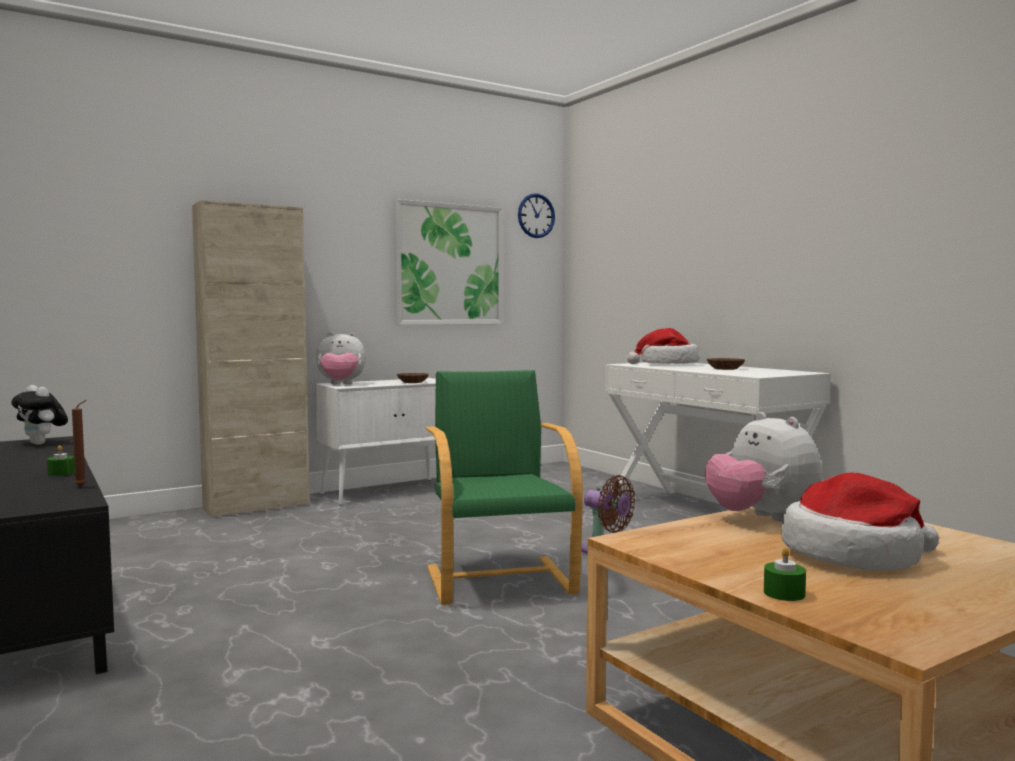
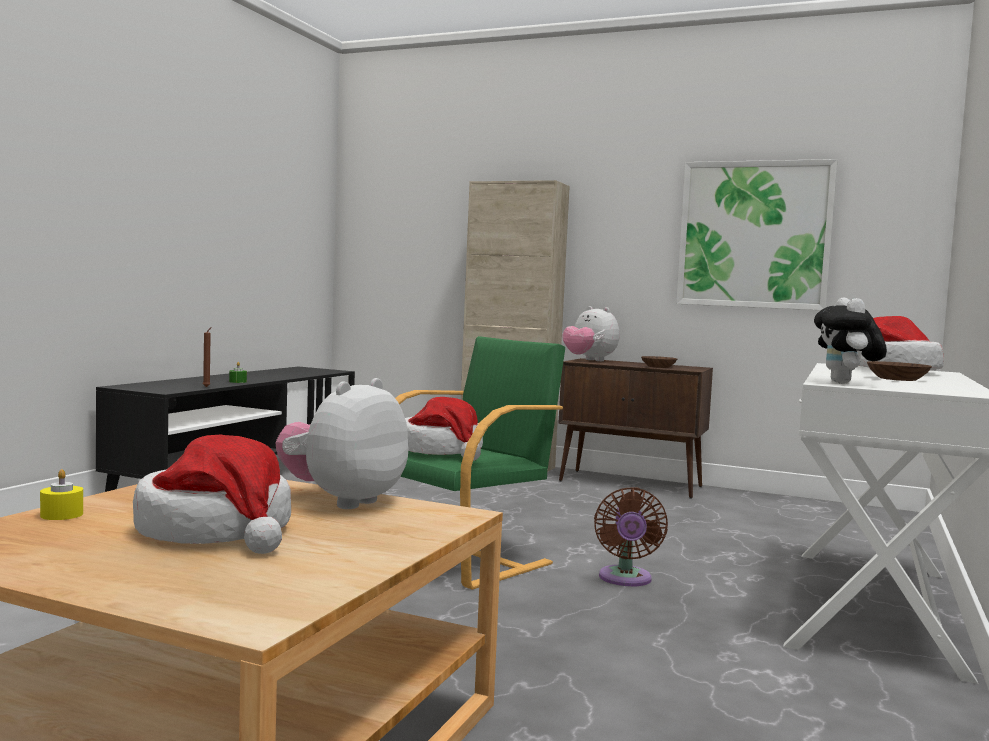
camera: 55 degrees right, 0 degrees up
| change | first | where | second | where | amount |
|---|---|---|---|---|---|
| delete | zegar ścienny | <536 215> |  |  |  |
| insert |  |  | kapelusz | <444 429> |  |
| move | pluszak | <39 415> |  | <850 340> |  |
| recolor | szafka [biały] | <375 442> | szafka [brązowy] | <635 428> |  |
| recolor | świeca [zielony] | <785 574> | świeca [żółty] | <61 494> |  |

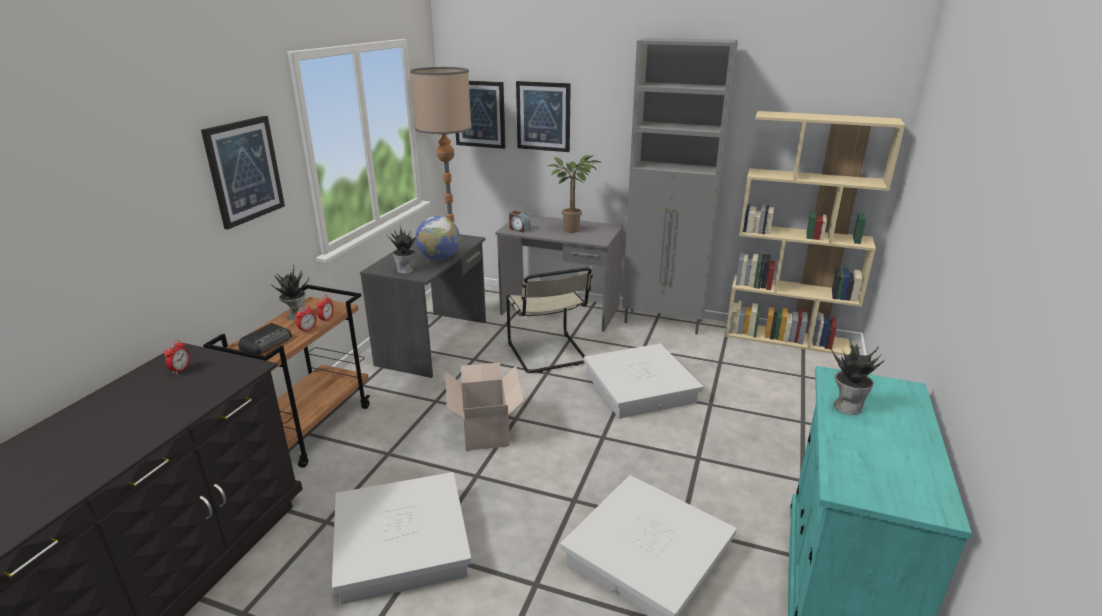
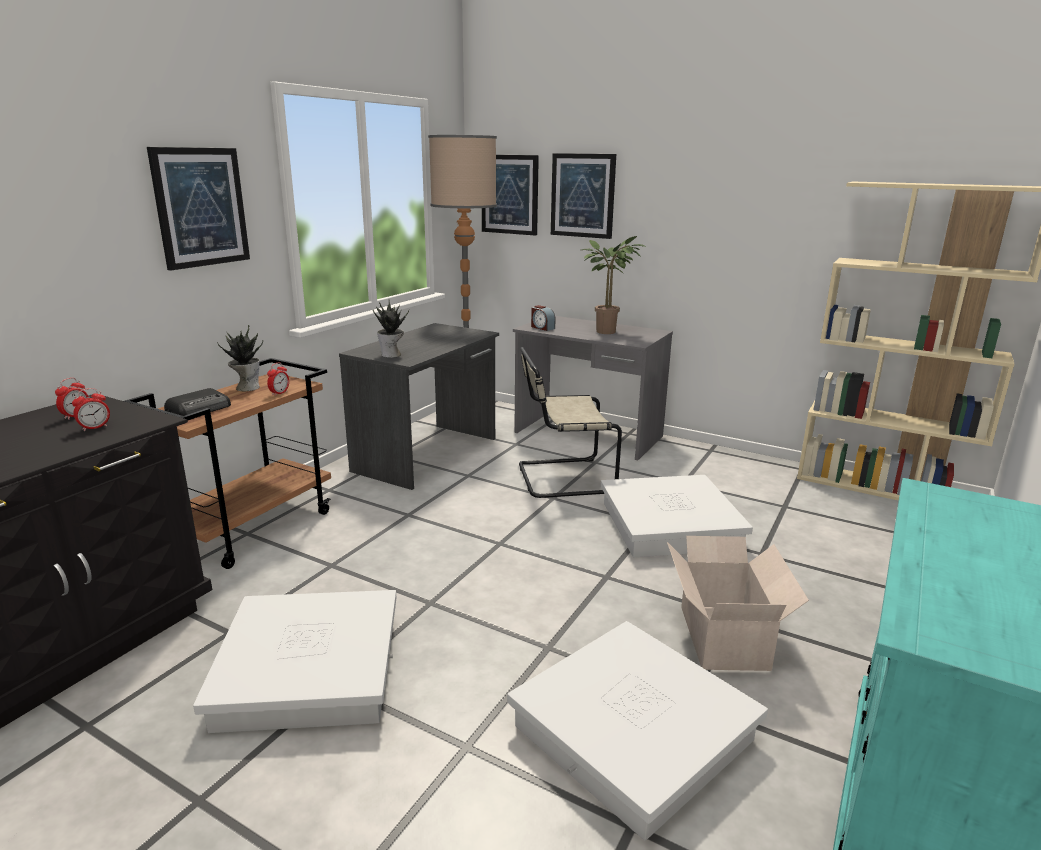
camera: 10 degrees right, 5 degrees down
| change | first | where | second | where | amount |
|---|---|---|---|---|---|
| delete | globus | <438 238> |  |  |  |
| delete | szafka [szary] | <680 186> |  |  |  |
| delete | roślina doniczkowa | <857 377> |  |  |  |
| move | budzik | <305 319> |  | <91 409> |  |
| move | karton | <485 406> |  | <738 603> |  |
| rotate | krzesło [beżowy] | <549 320> |  | <570 422> | 90 degrees clockwise |

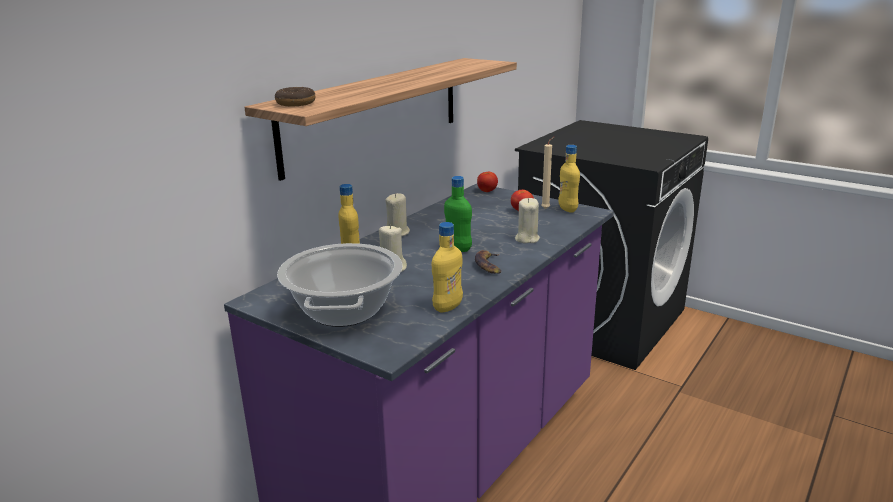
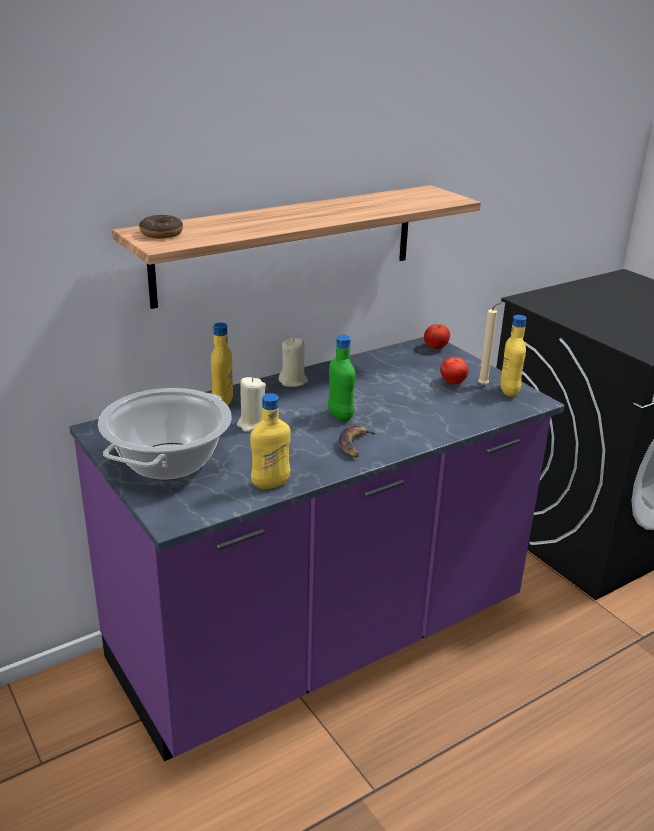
camera: 20 degrees right, 5 degrees up
| change | first | where | second | where | amount |
|---|---|---|---|---|---|
| delete | świeca [beżowy] | <527 220> |  |  |  |

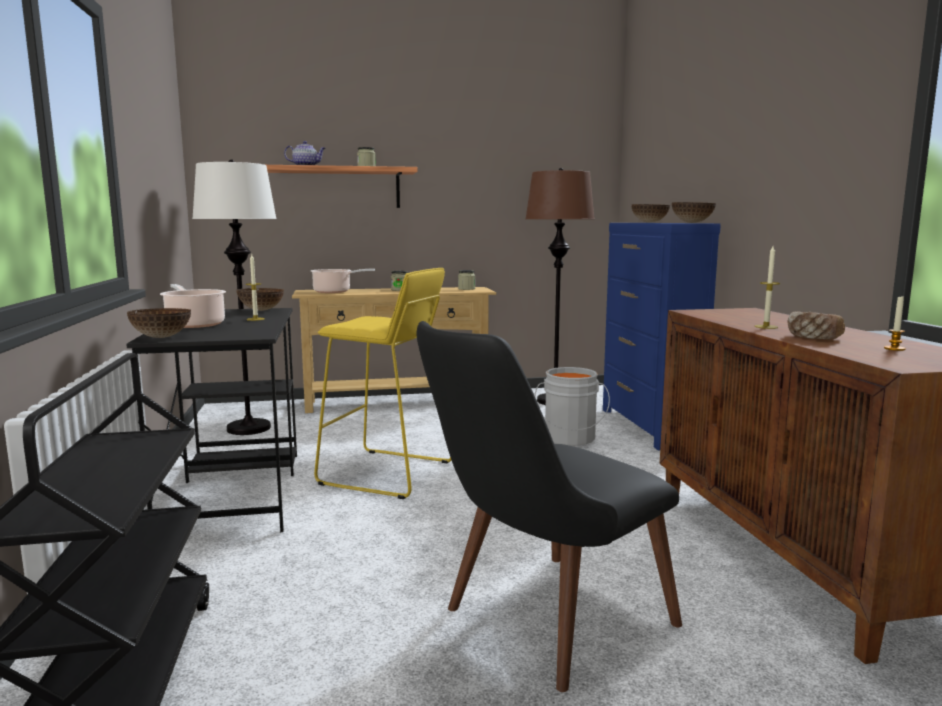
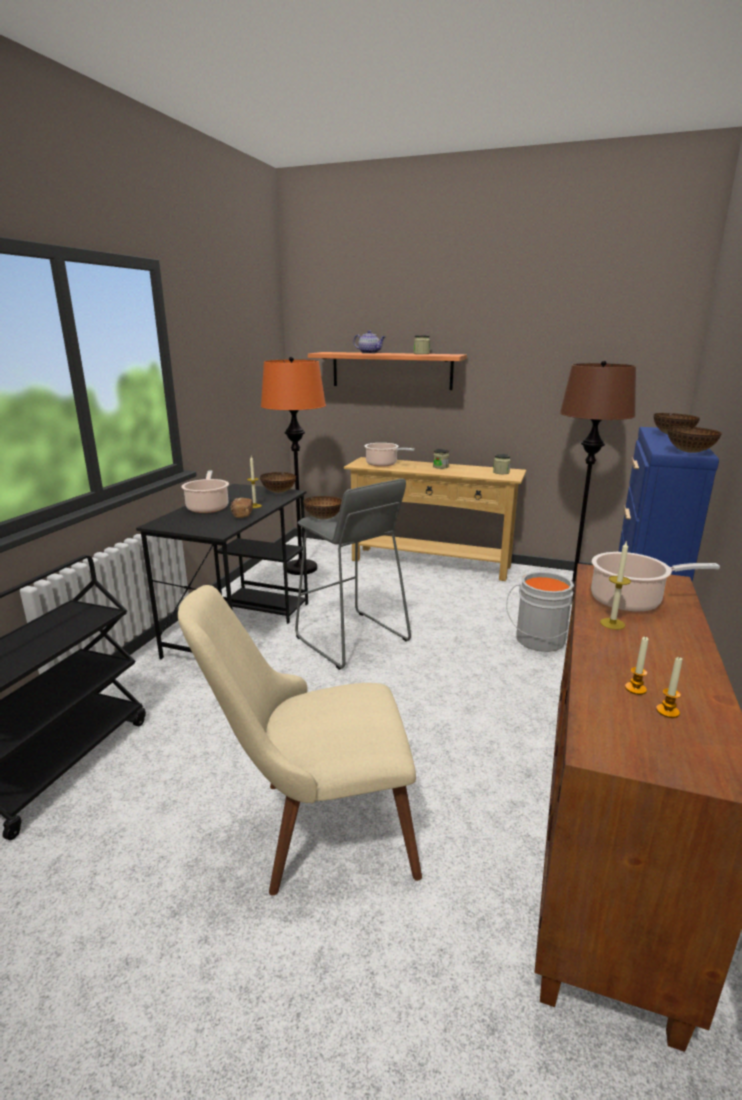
camera: 30 degrees right, 10 degrees up
| change | first | where | second | where | amount |
|---|---|---|---|---|---|
| insert |  |  | garnek | <655 582> |  |
| insert |  |  | świeca | <636 666> |  |
| move | miska | <159 323> |  | <322 507> |  |
| move | chleb | <816 325> |  | <241 508> |  |
| recolor | lampa stojąca [biały] | <234 297> | lampa stojąca [pomarańczowy] | <293 466> |  |
| recolor | stołek [żółty] | <382 383> | stołek [szary] | <353 574> |  |
| recolor | krzesło [czarny] | <549 506> | krzesło [beżowy] | <300 740> |  |

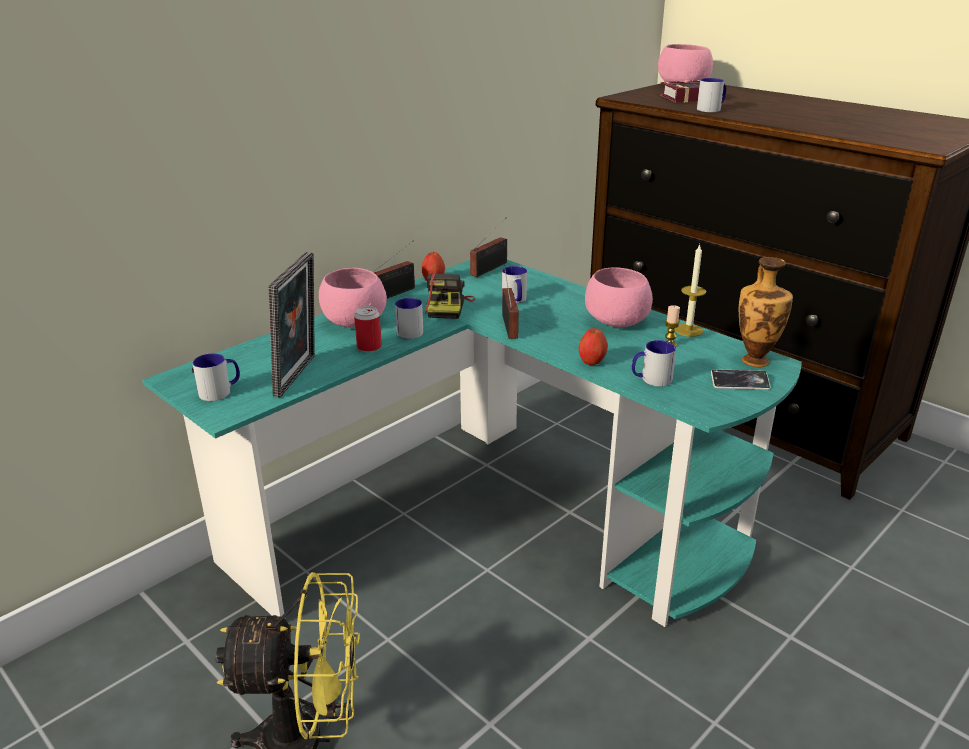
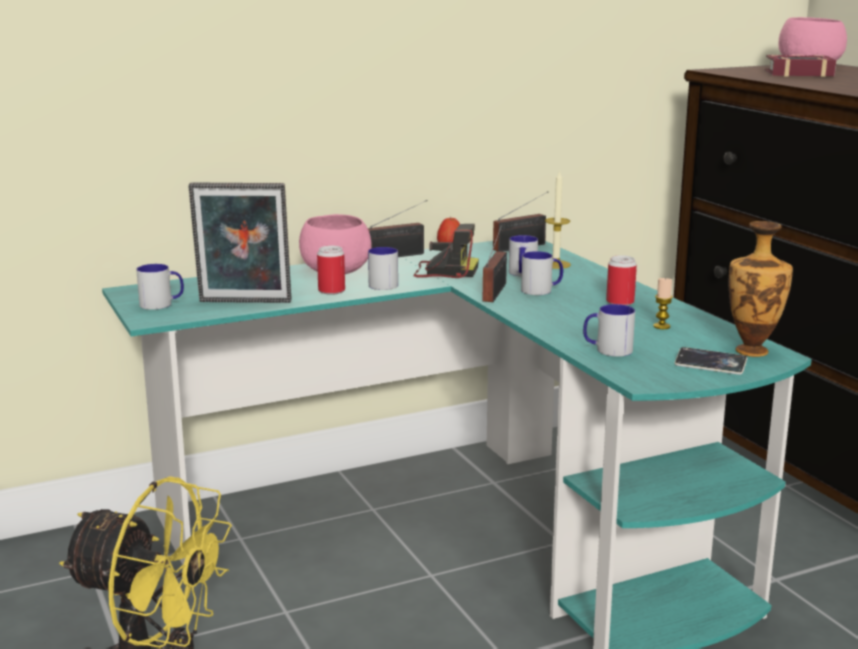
camera: 20 degrees right, 10 degrees down
| change | first | where | second | where | amount |
|---|---|---|---|---|---|
| delete | jabłko | <593 346> |  |  |  |
| move | świeca | <690 291> |  | <558 219> |  |
| move | kubek | <711 95> |  | <542 273> |  |
| replace | miska [różowy] | <619 297> | puszka | <621 280> |  |
| rotate | ramka na zdjęcie | <292 325> |  | <239 243> | 60 degrees clockwise |
| rotate | aparat fotograficzny | <450 296> |  | <446 251> | 105 degrees counterclockwise |

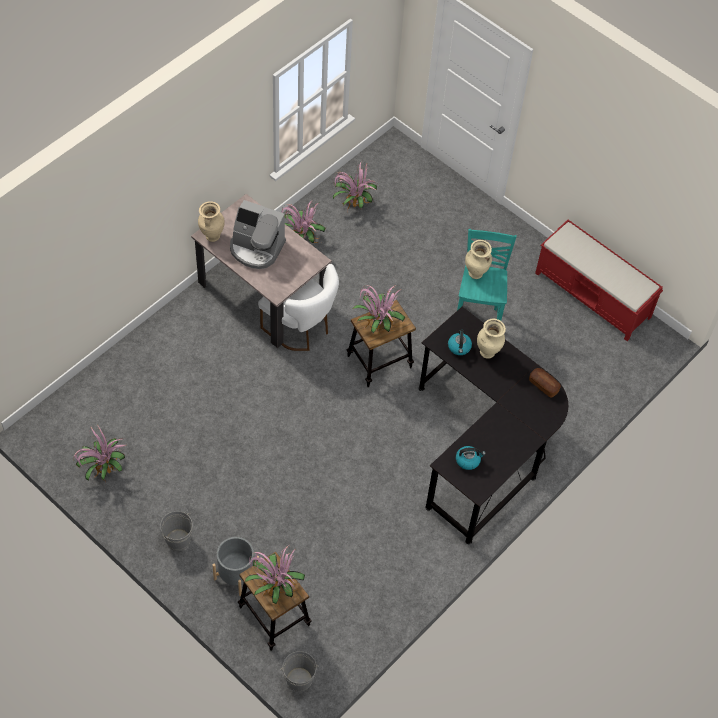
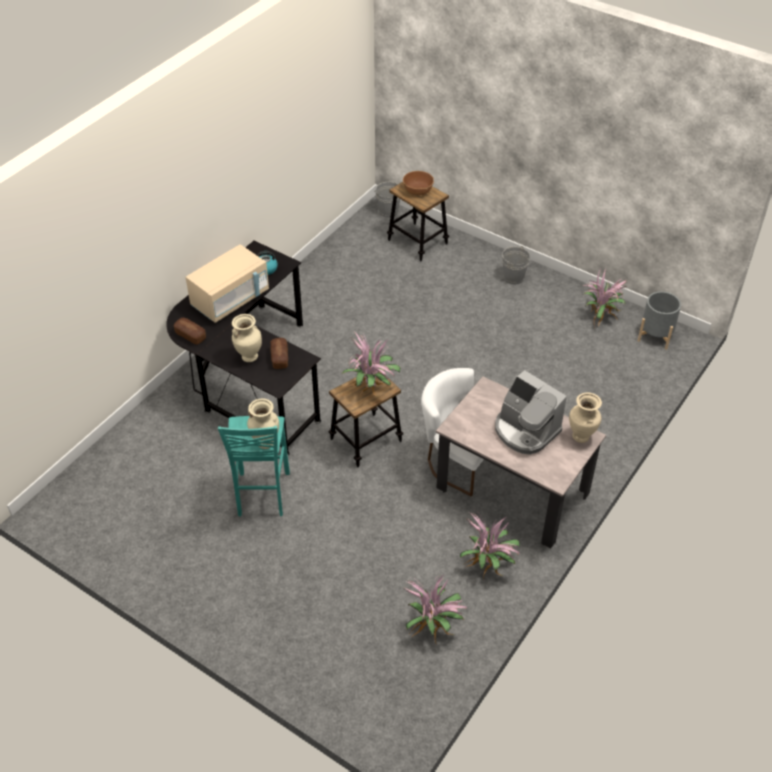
camera: 175 degrees right, 10 degrees down
| change | first | where | second | where | amount |
|---|---|---|---|---|---|
| delete | ławka [czerwony] | <599 280> |  |  |  |
| insert |  |  | mikrofalówka [beżowy] | <227 283> |  |
| move | donica [szary] | <235 566> |  | <659 320> |  |
| replace | roślina doniczkowa | <275 574> | miska [brązowy] | <418 183> |  |
| replace | czajnik | <460 342> | chleb | <279 353> |  |
| rotate | ekspres do kawy | <258 234> |  | <531 412> | 150 degrees counterclockwise |

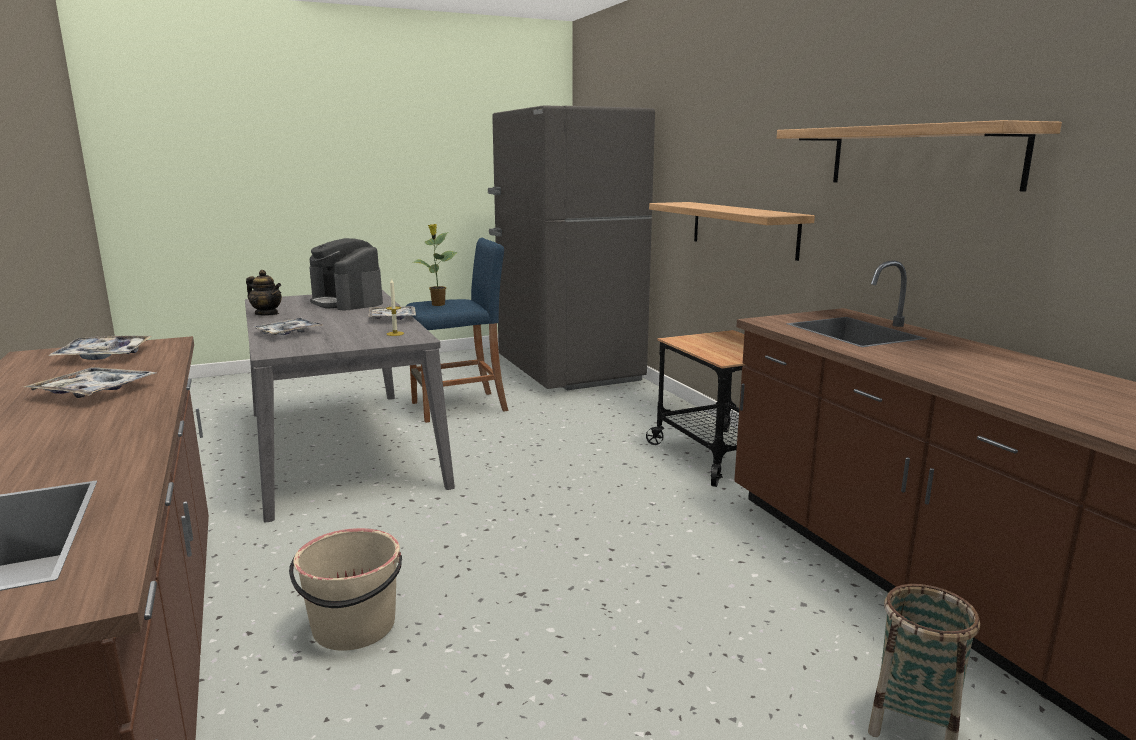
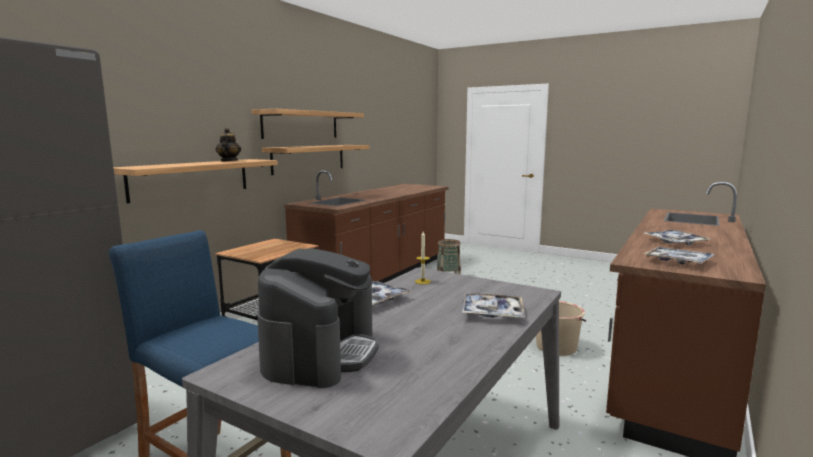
camera: 125 degrees left, 5 degrees down
| change | first | where | second | where | amount |
|---|---|---|---|---|---|
| delete | roślina doniczkowa | <435 265> |  |  |  |
| insert |  |  | półka | <316 160> |  |
| move | imbryk | <264 292> |  | <228 145> |  |

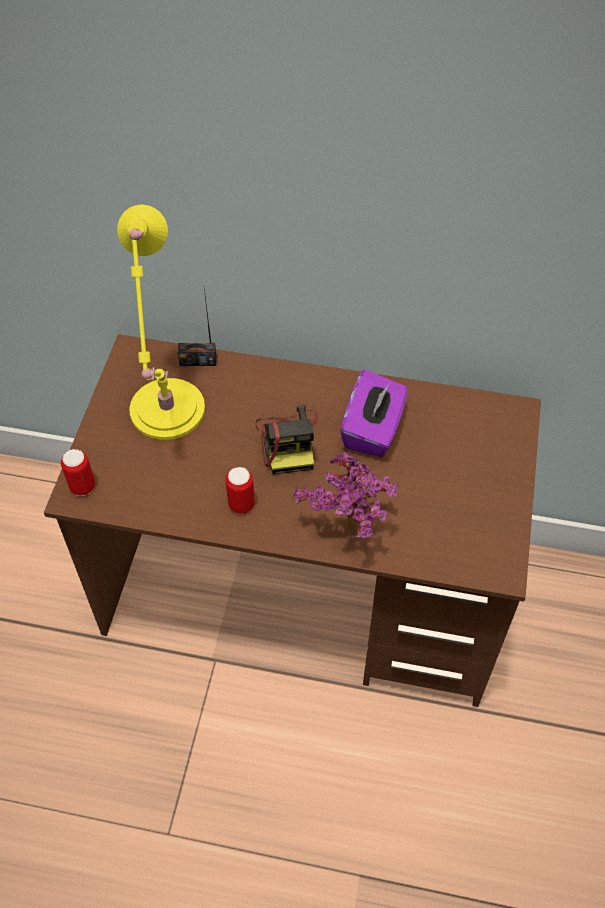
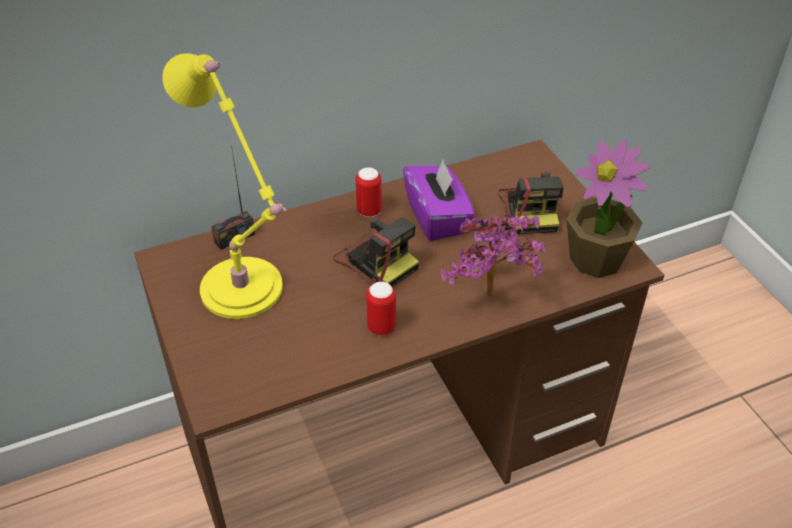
camera: 35 degrees left, 10 degrees down
| change | first | where | second | where | amount |
|---|---|---|---|---|---|
| insert |  |  | aparat fotograficzny | <531 203> |  |
| insert |  |  | roślina doniczkowa | <608 209> |  |
| move | puszka | <78 472> |  | <369 192> |  |

